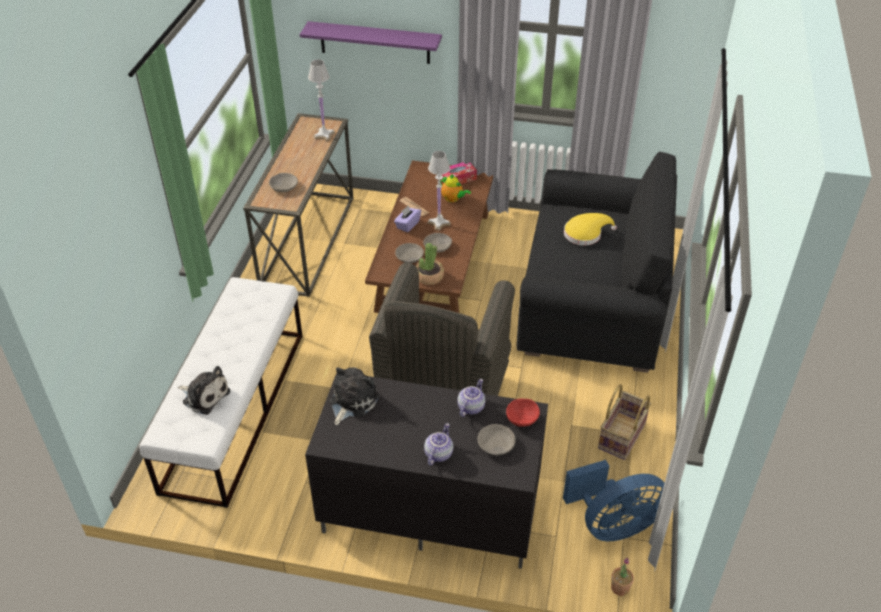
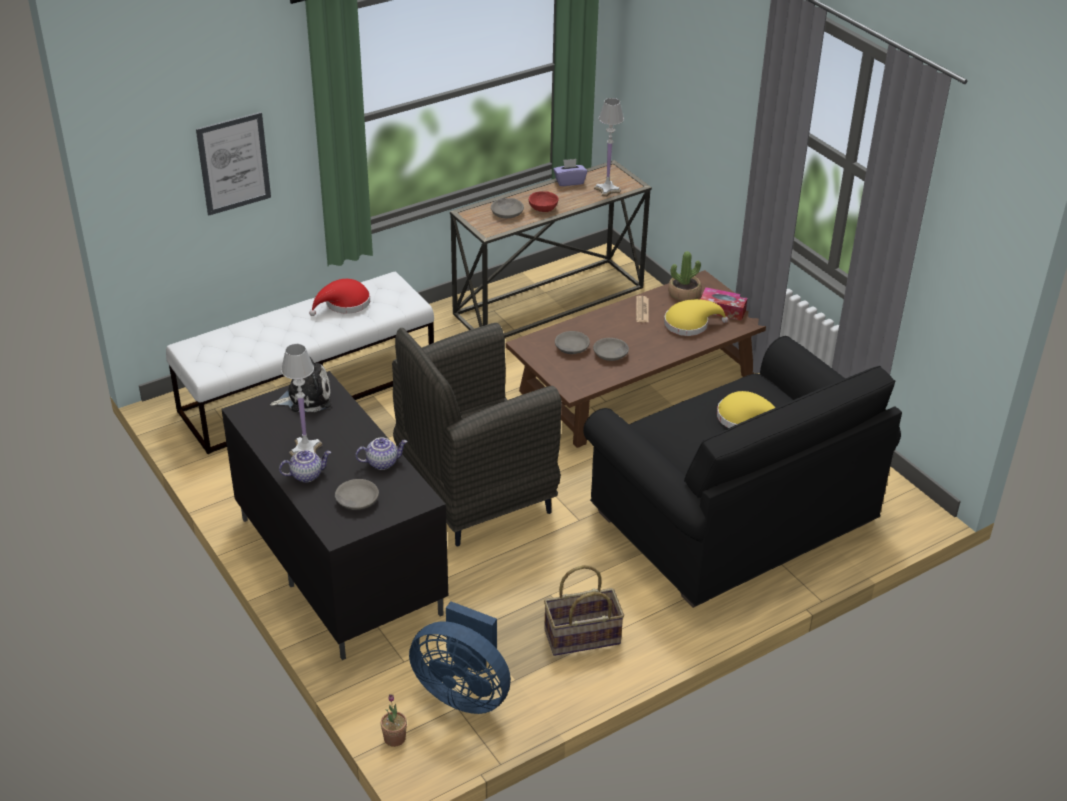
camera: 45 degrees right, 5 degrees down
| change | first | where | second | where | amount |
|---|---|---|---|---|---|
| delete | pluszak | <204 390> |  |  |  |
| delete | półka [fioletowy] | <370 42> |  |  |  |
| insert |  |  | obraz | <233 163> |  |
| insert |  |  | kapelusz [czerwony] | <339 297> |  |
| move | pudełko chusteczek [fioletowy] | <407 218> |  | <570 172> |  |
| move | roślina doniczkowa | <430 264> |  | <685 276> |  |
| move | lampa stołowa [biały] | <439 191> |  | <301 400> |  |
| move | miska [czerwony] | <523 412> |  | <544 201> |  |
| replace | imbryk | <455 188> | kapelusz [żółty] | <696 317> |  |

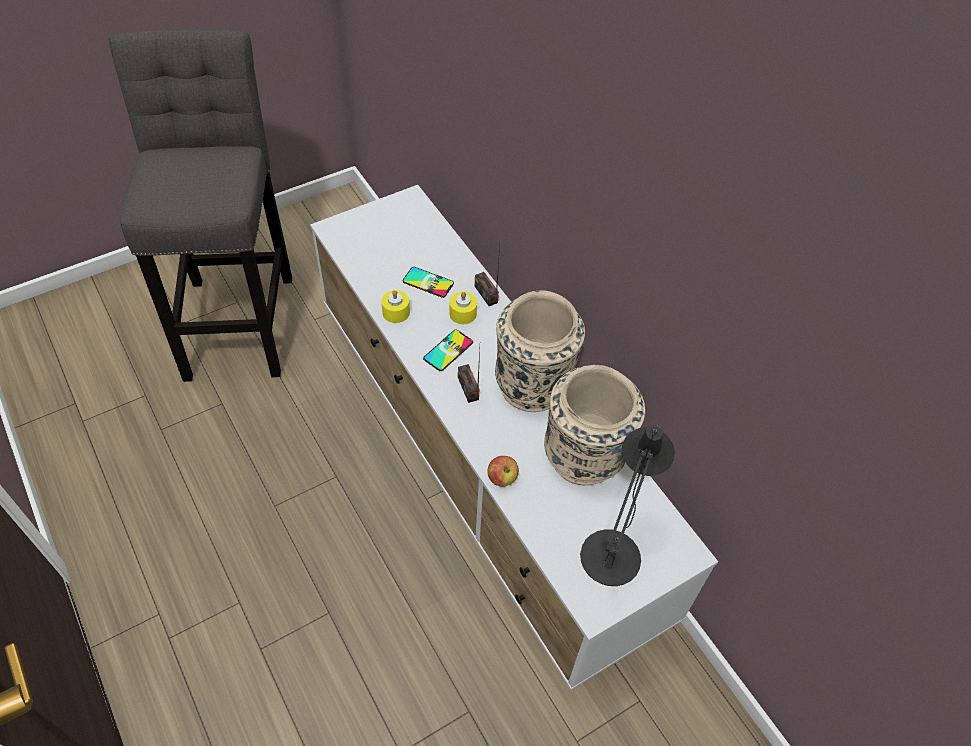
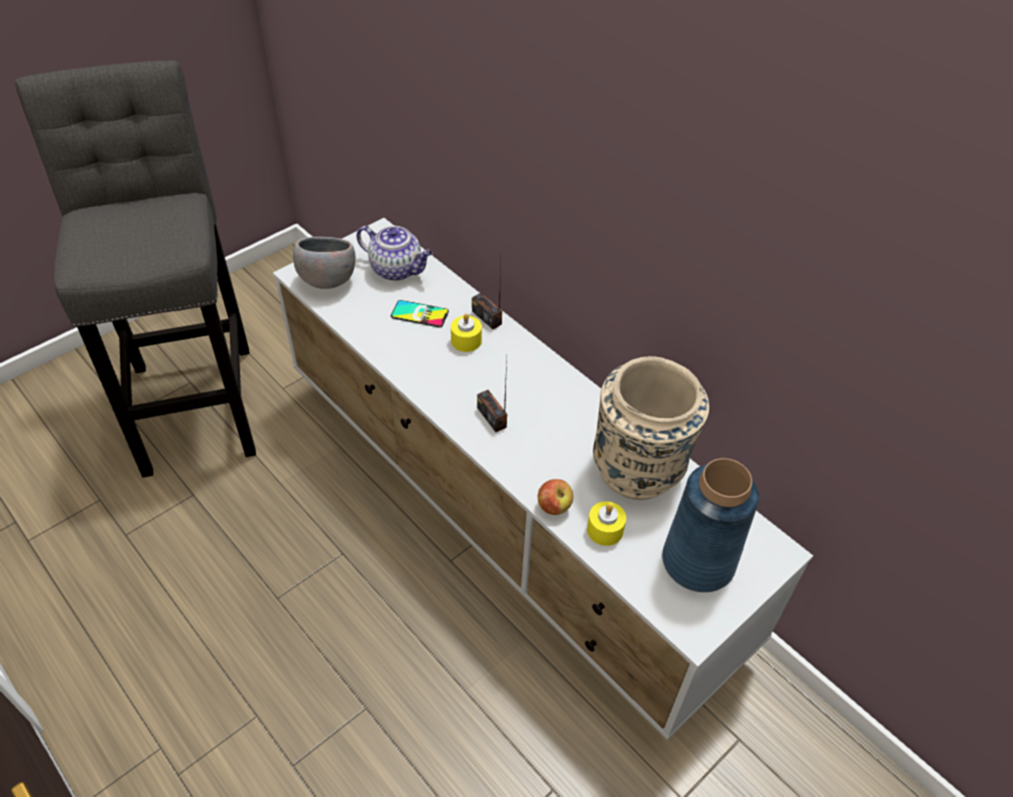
camera: 10 degrees left, 5 degrees down
| change | first | where | second | where | amount |
|---|---|---|---|---|---|
| delete | telefon | <448 350> |  |  |  |
| delete | wazon [beżowy] | <540 351> |  |  |  |
| insert |  |  | miska [szary] | <324 263> |  |
| insert |  |  | imbryk | <394 253> |  |
| move | świeca [żółty] | <395 306> |  | <606 523> |  |
| replace | lampa stołowa [czarny] | <627 505> | wazon [niebieski] | <710 525> |  |

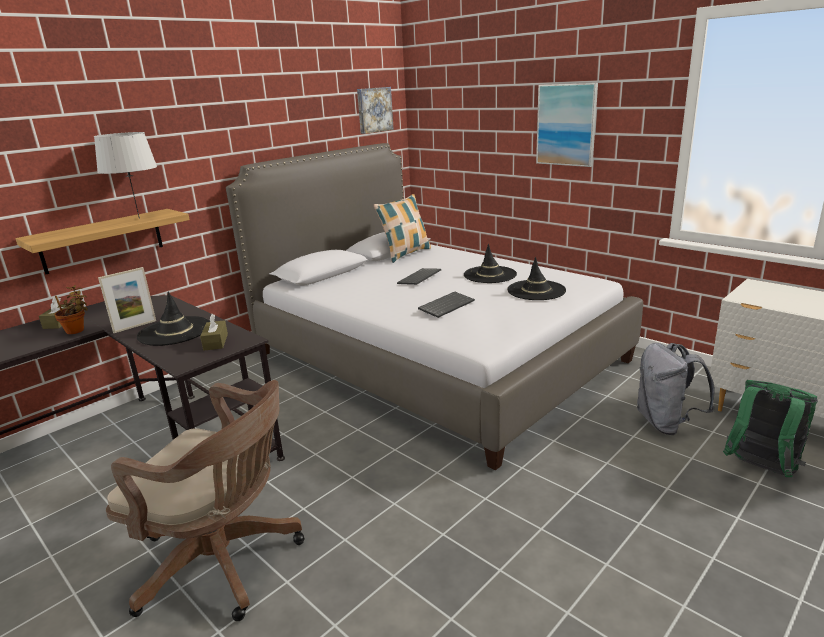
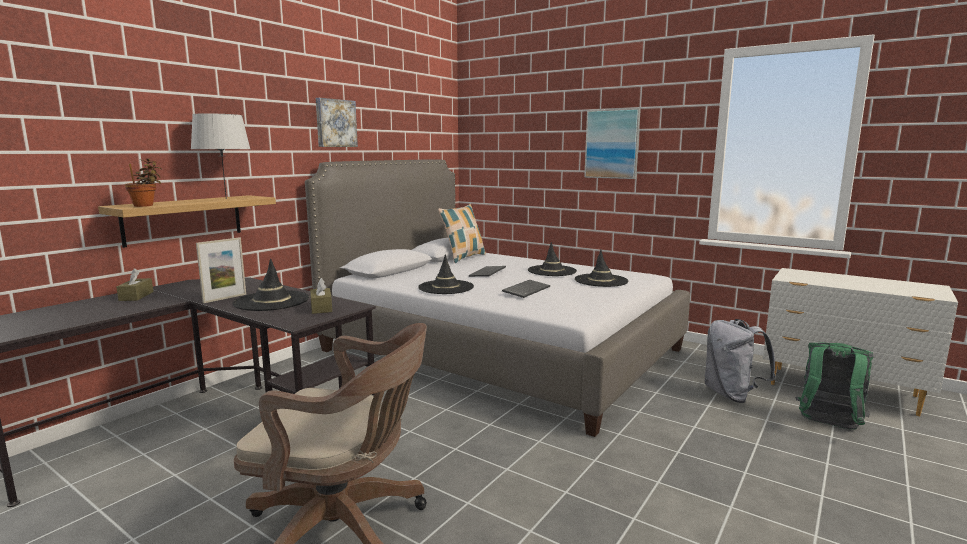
camera: 10 degrees left, 10 degrees down
| change | first | where | second | where | amount |
|---|---|---|---|---|---|
| insert |  |  | kapelusz [czarny] | <446 274> |  |
| move | roślina doniczkowa | <71 309> |  | <143 183> |  |
| move | obraz | <375 110> |  | <337 122> |  |

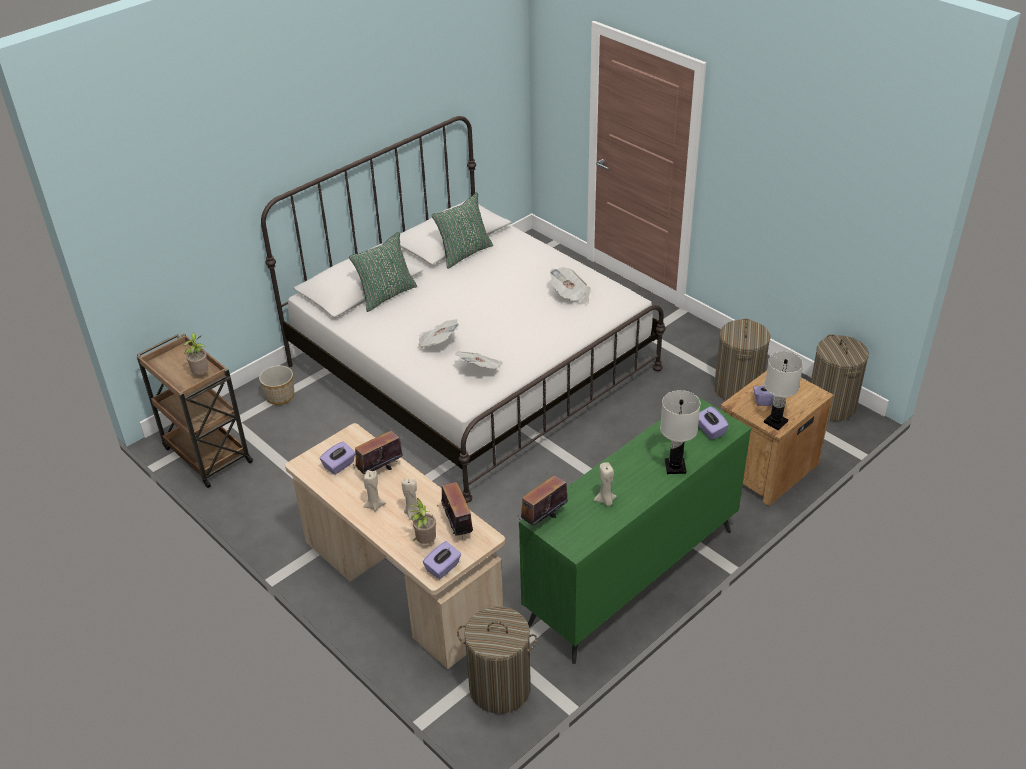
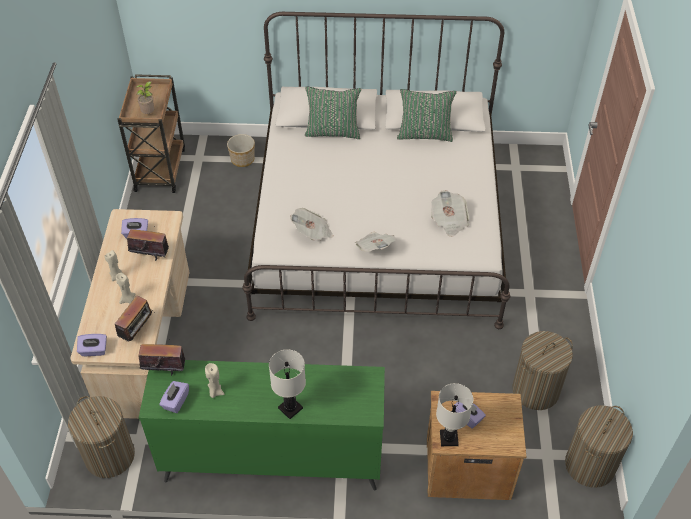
camera: 45 degrees right, 10 degrees up
| change | first | where | second | where | amount |
|---|---|---|---|---|---|
| delete | roślina doniczkowa | <421 521> |  |  |  |
| move | gazeta | <438 333> |  | <375 242> |  |
| move | pudełko chusteczek [fioletowy] | <713 423> |  | <174 397> |  |

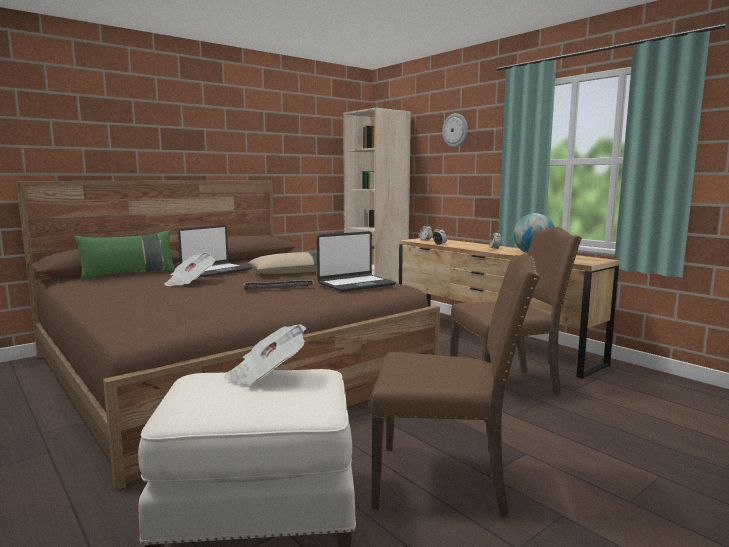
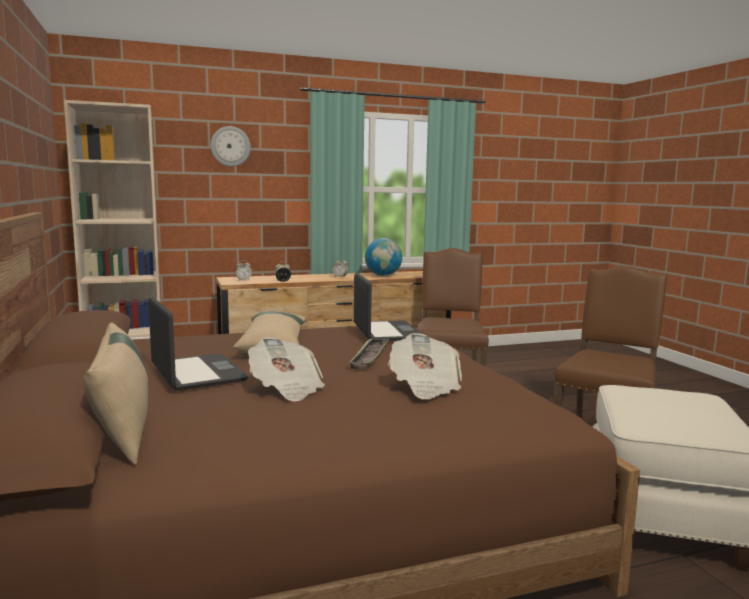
camera: 70 degrees left, 0 degrees up
| change | first | where | second | where | amount |
|---|---|---|---|---|---|
| move | gazeta | <265 354> |  | <425 366> |  |
| recolor | poduszka [zielony] | <124 255> | poduszka [beżowy] | <116 394> |  |

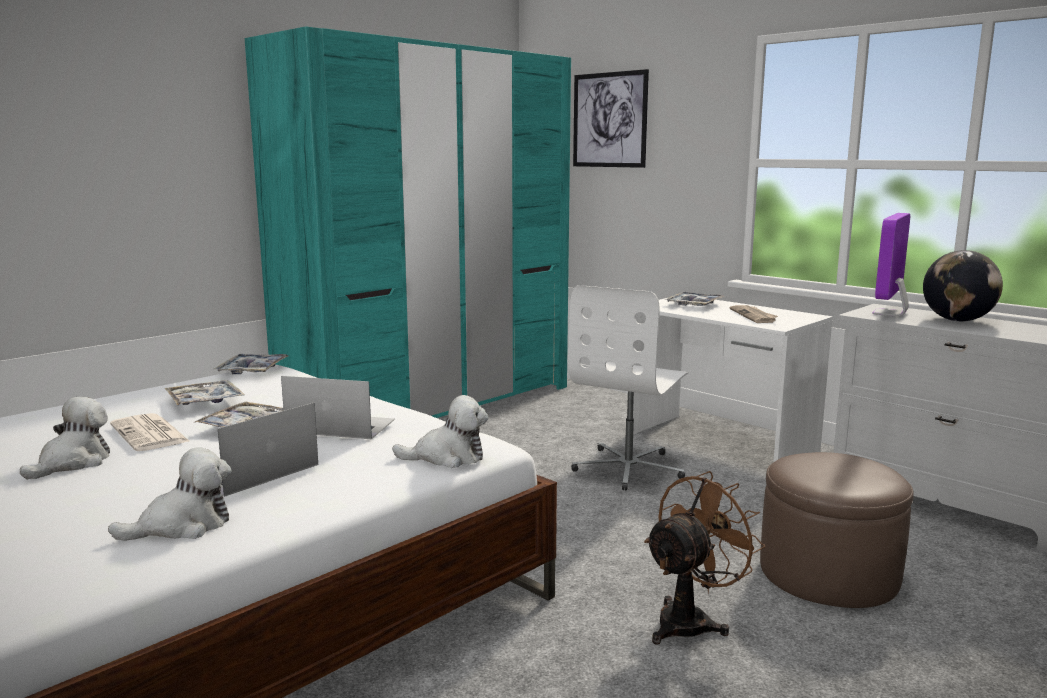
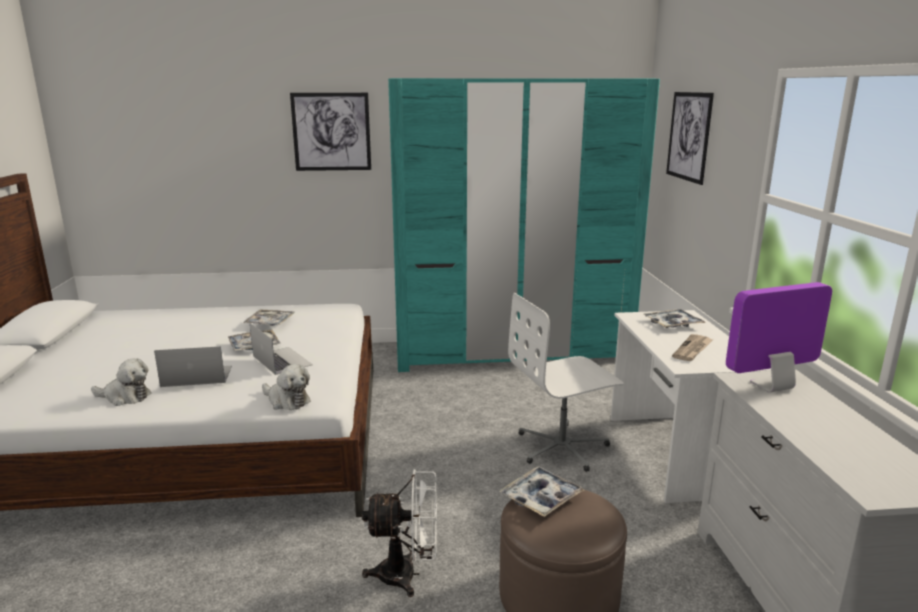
camera: 40 degrees right, 5 degrees up
| change | first | where | second | where | amount |
|---|---|---|---|---|---|
| delete | pluszak | <65 438> |  |  |  |
| delete | gazeta | <149 432> |  |  |  |
| delete | globus | <963 285> |  |  |  |
| insert |  |  | obraz | <330 132> |  |
| move | taca | <251 364> |  | <541 491> |  |
| recolor | wentylator [brązowy] | <704 558> | wentylator [biały] | <399 533> |  |

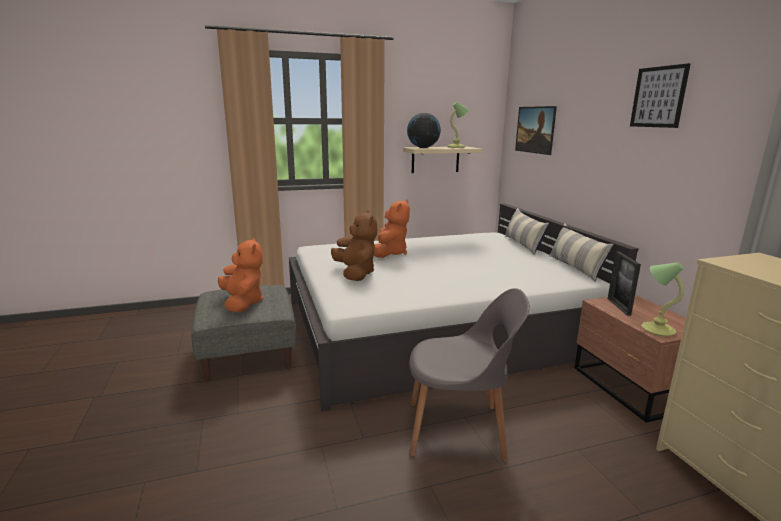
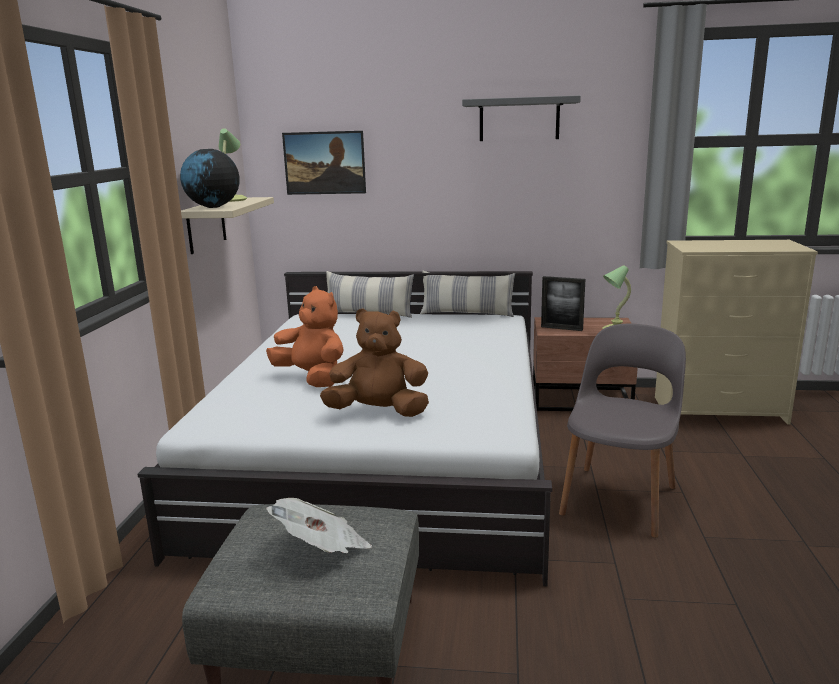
camera: 65 degrees left, 0 degrees up
| change | first | where | second | where | amount |
|---|---|---|---|---|---|
| replace | pluszak [pomarańczowy] | <240 275> | gazeta | <319 525> |  |
| replace | obraz | <660 95> | półka [szary] | <521 118> |  |

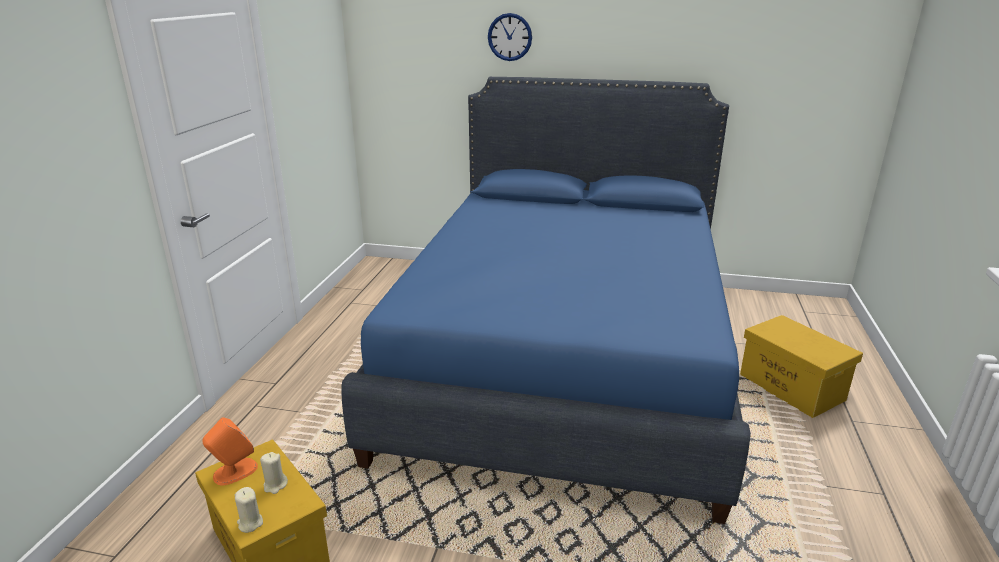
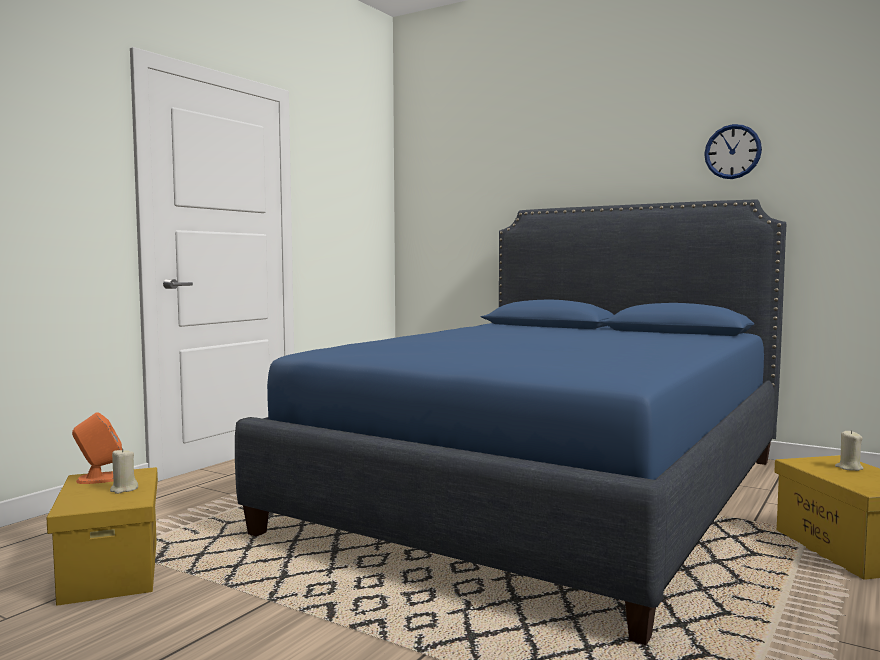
camera: 20 degrees right, 20 degrees down
| change | first | where | second | where | amount |
|---|---|---|---|---|---|
| move | świeca [beżowy] | <249 510> |  | <849 450> |  |
| move | zegar ścienny | <510 37> |  | <733 151> |  |

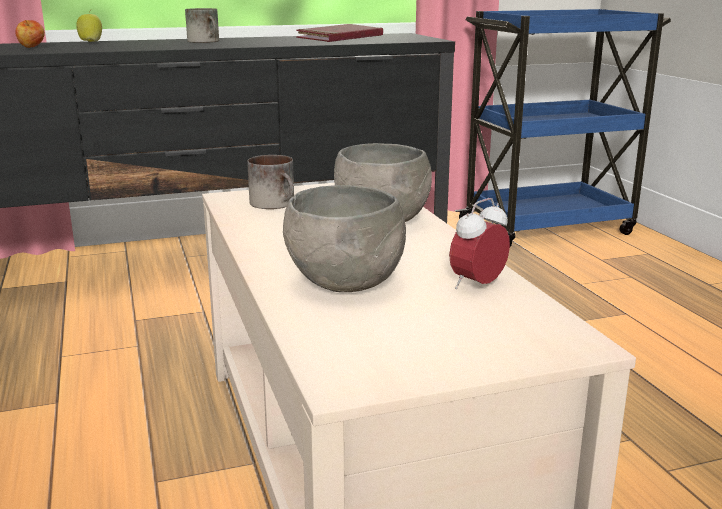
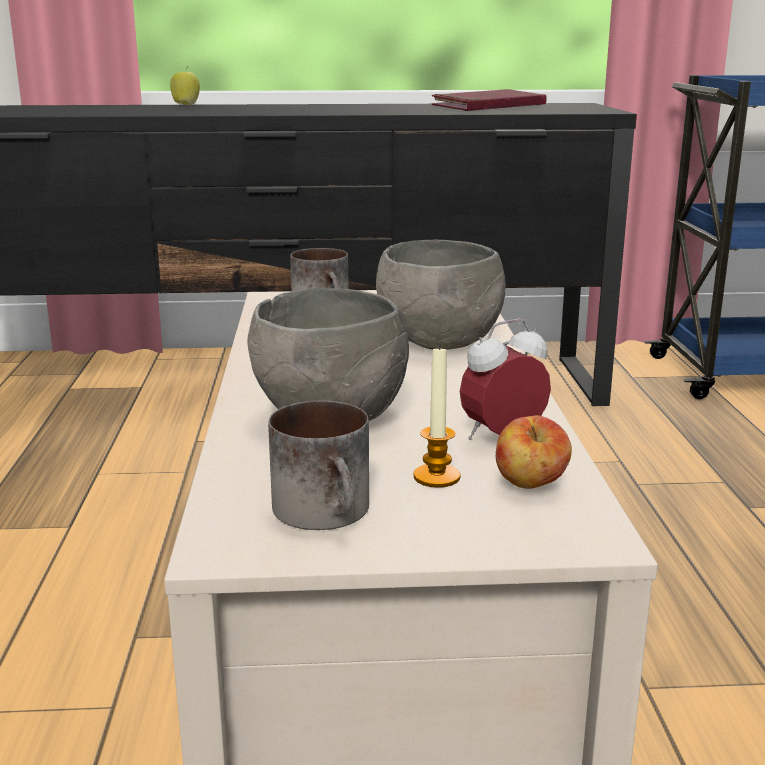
camera: 15 degrees right, 0 degrees up
| change | first | where | second | where | amount |
|---|---|---|---|---|---|
| insert |  |  | świeca | <437 416> |  |
| move | jabłko | <30 34> |  | <534 452> |  |
| move | kubek | <202 25> |  | <318 465> |  |

